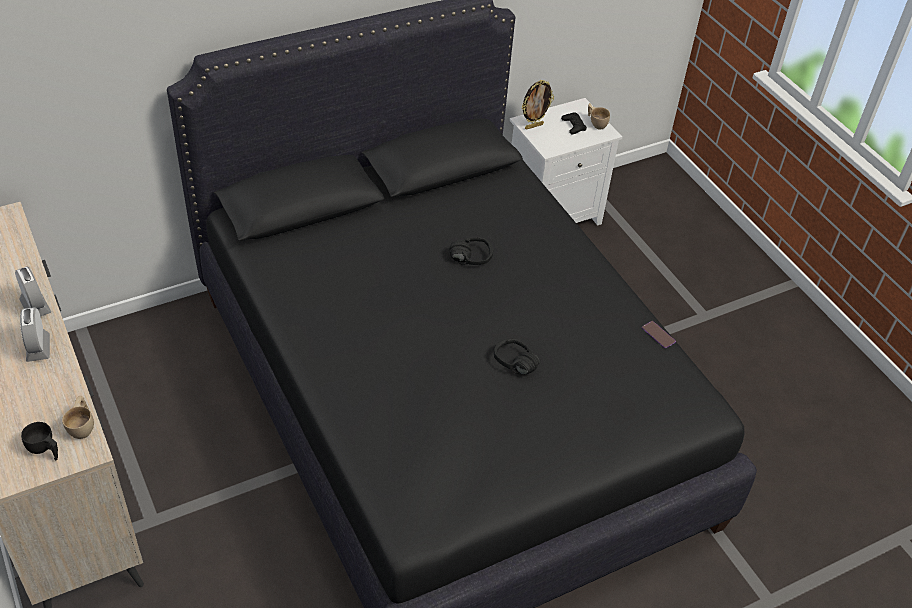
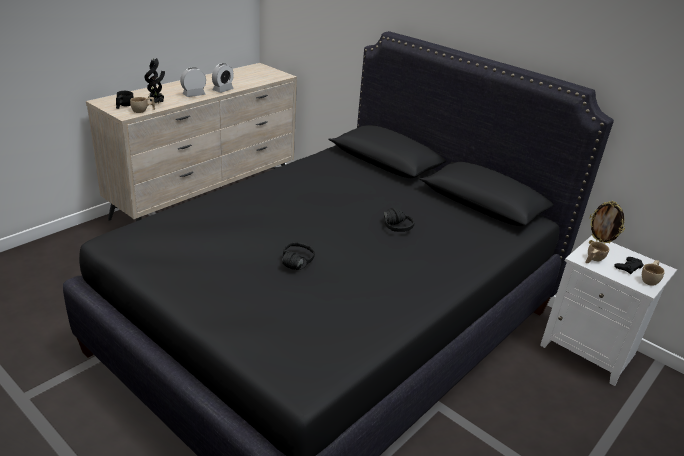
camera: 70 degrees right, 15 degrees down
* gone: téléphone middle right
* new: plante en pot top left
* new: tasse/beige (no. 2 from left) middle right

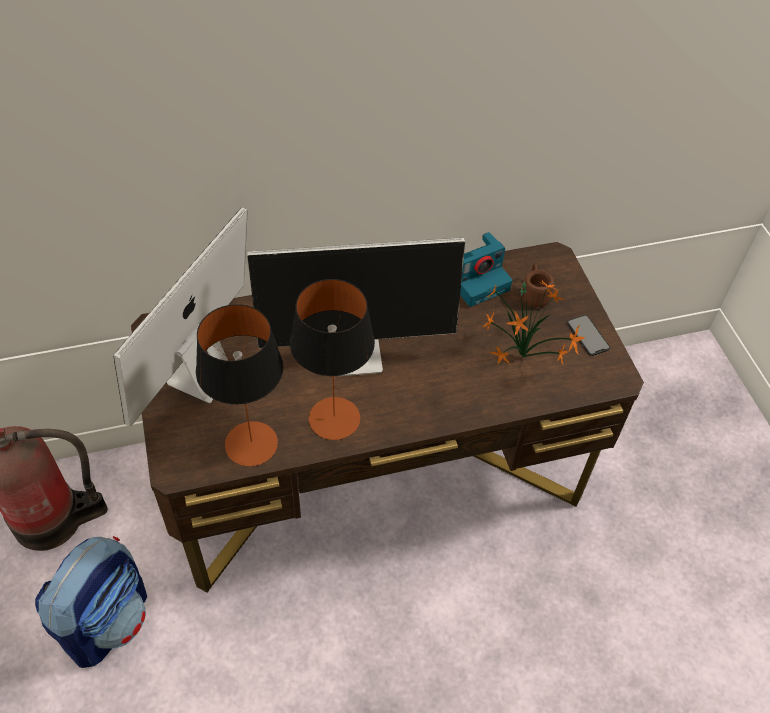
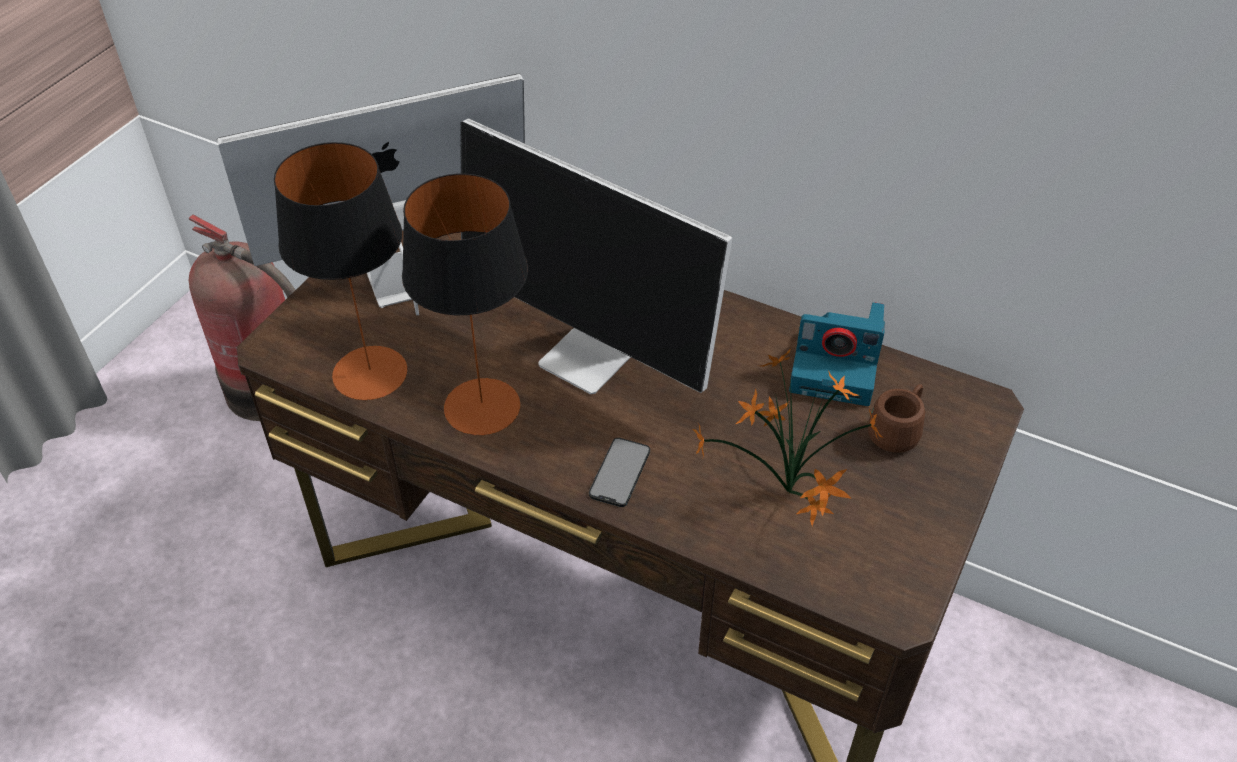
camera: 45 degrees right, 5 degrees down
* shifted: téléphone middle right to centre
* gone: sac à dos bottom left

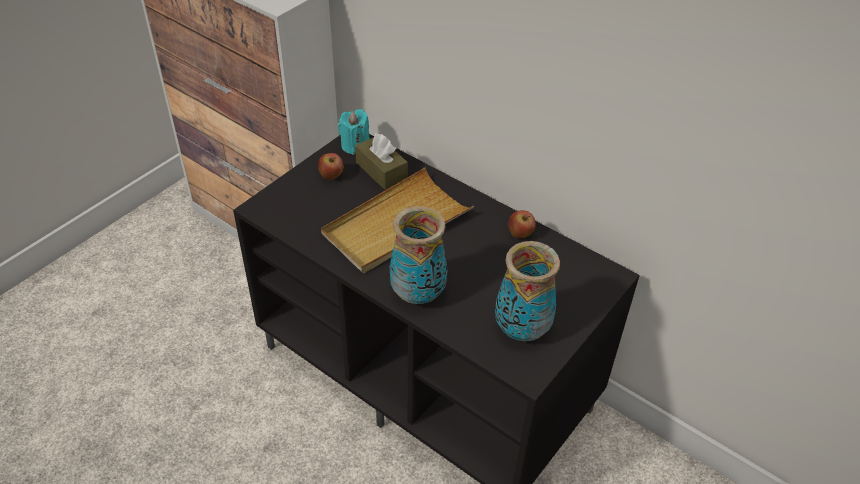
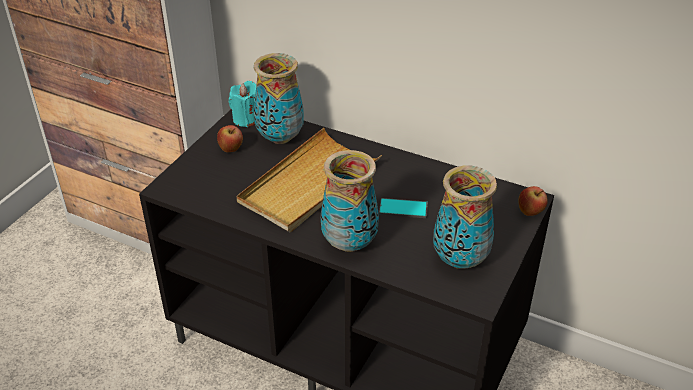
camera: 10 degrees left, 5 degrees down
* swapped: boîte à mouchoirs/marron top centre to vase (no. 1 from left) top centre
* shifted: pomme (no. 2 from left) centre to middle right
* new: téléphone centre

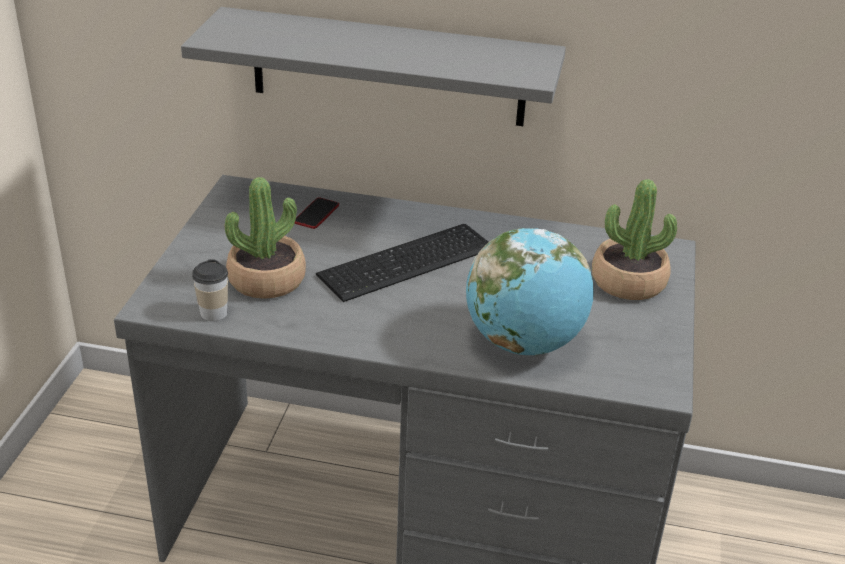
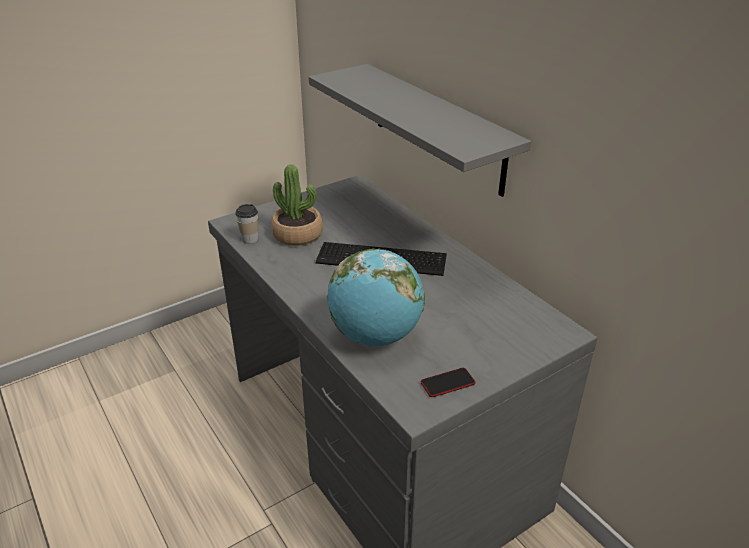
camera: 45 degrees right, 0 degrees up
* gone: plante en pot (no. 2 from left) middle right
* shifted: téléphone centre to bottom centre

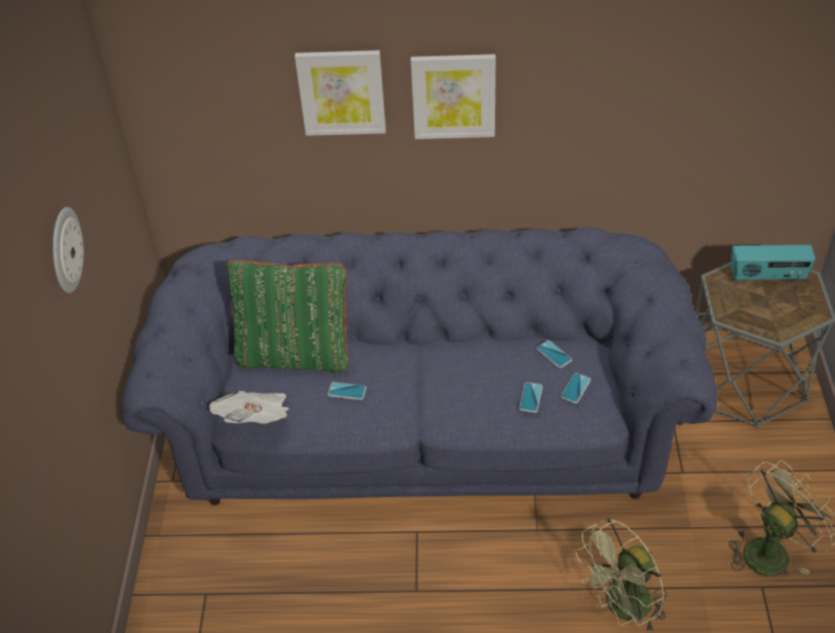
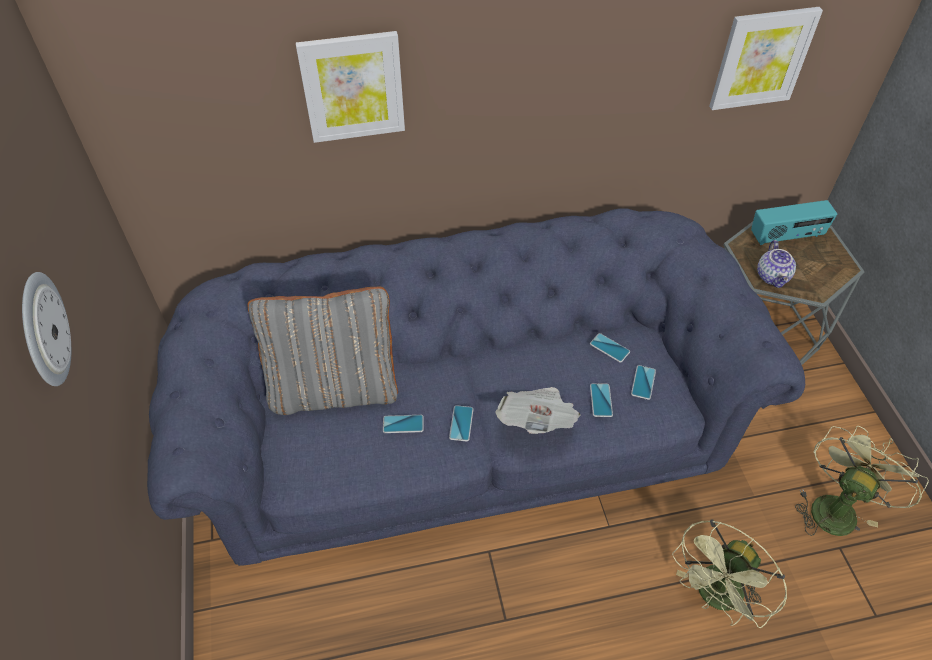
camera: 15 degrees left, 5 degrees up
* shifted: tableau (no. 2 from left) top centre to top right
* repainted: coussin/vert centre to coussin/gris centre
* shifted: journal middle left to centre
* new: théière middle right
* new: téléphone (no. 2 from left) centre

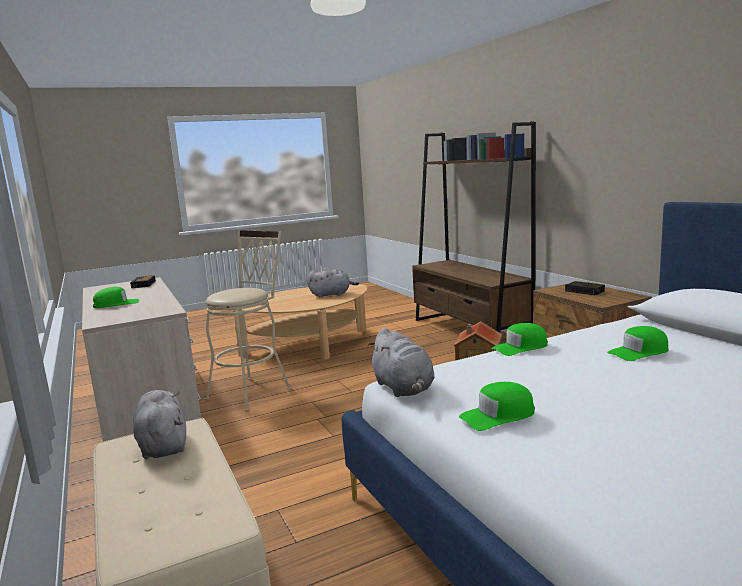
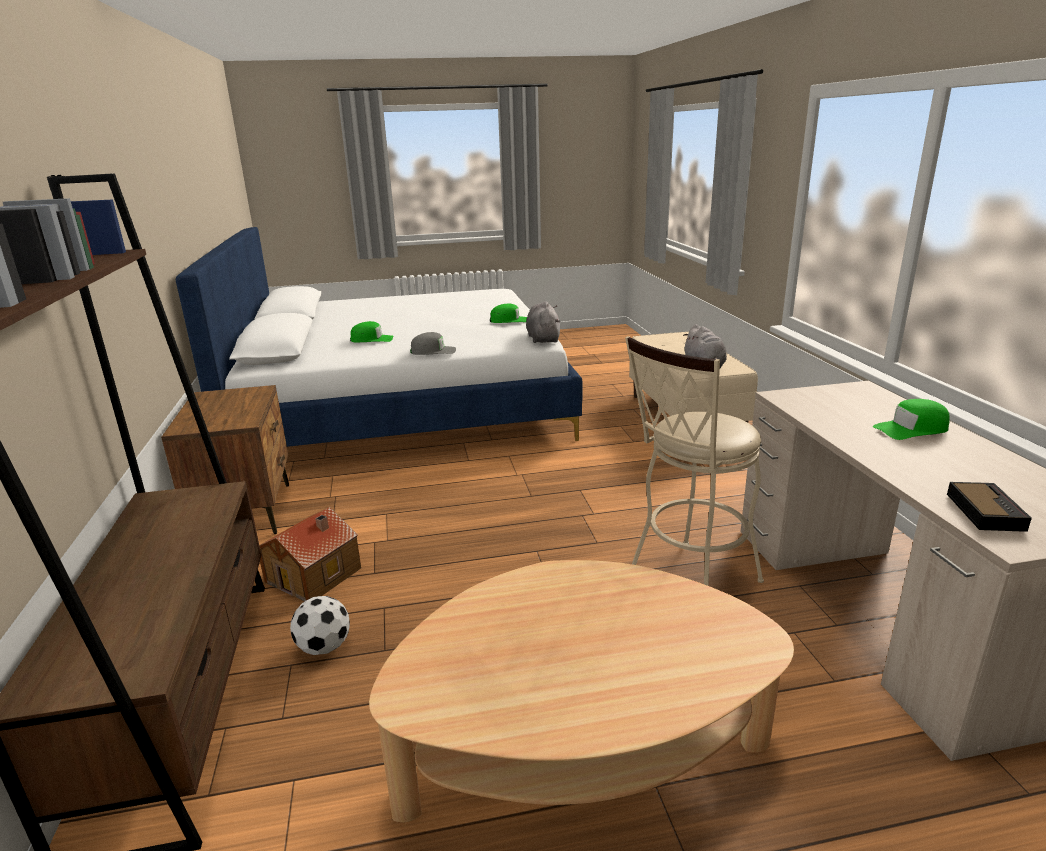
camera: 165 degrees left, 10 degrees up
* gone: peluche/gris (no. 2 from left) centre
* gone: réveil (no. 2 from left) middle right
* repainted: casquette/vert (no. 3 from left) middle right to casquette/gris centre
* new: ballon de foot bottom left

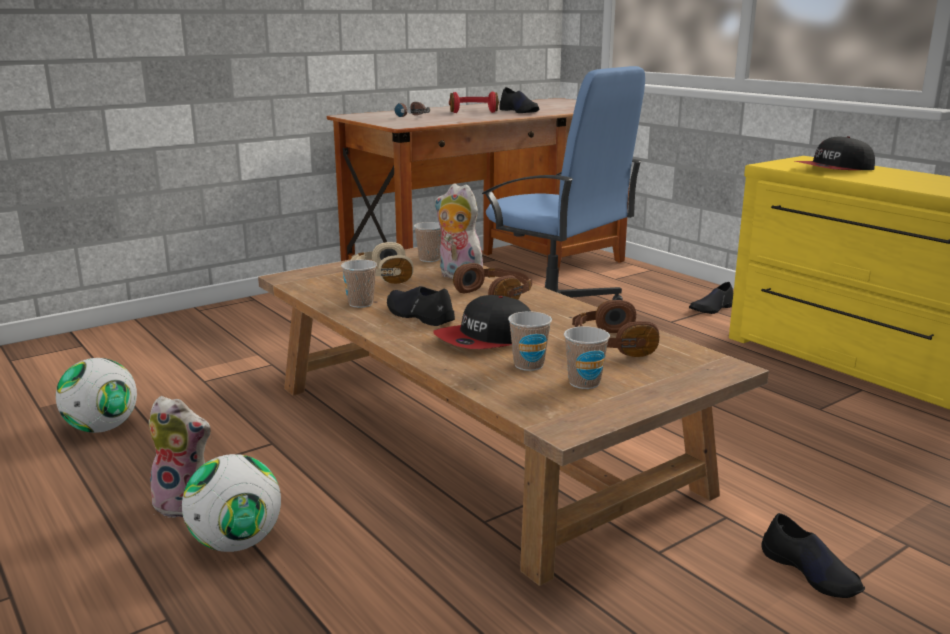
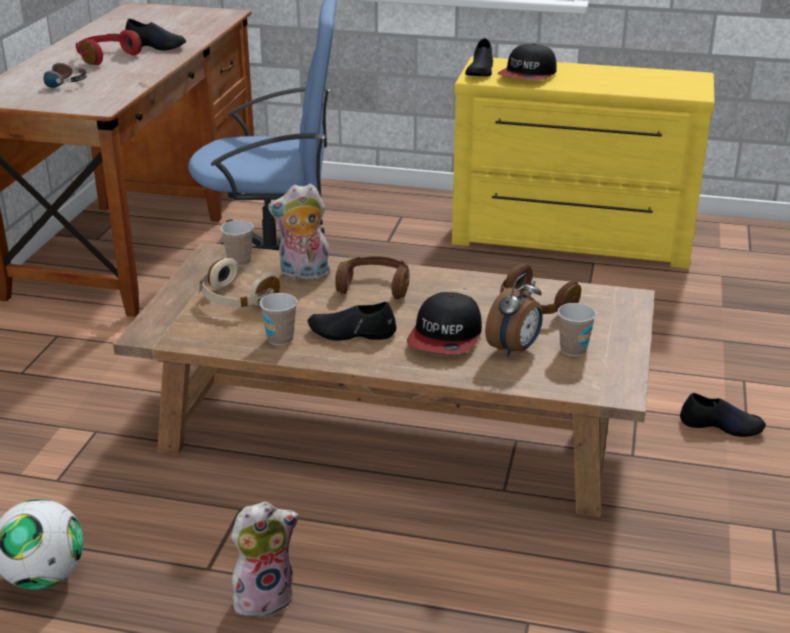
camera: 40 degrees left, 10 degrees up
* shifted: chaussure/noir (no. 3 from left) middle right to top centre
* swapped: tasse (no. 3 from left) centre to réveil centre
* gone: ballon de foot (no. 2 from left) bottom left

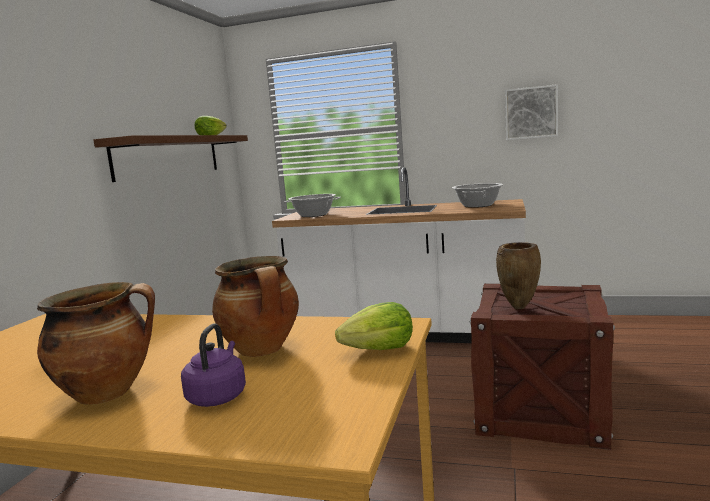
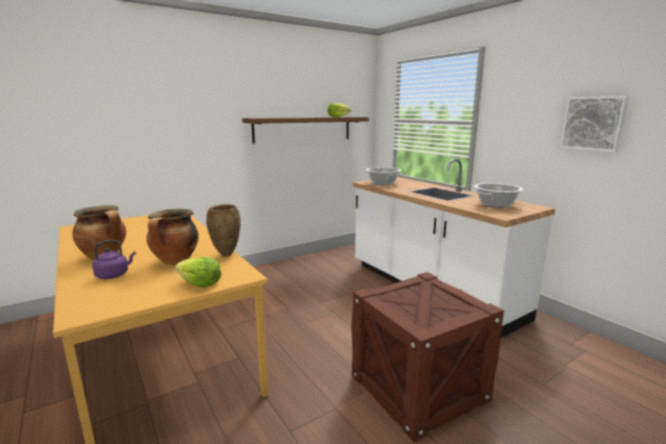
camera: 40 degrees right, 5 degrees up
* shifted: vase/marron middle right to centre

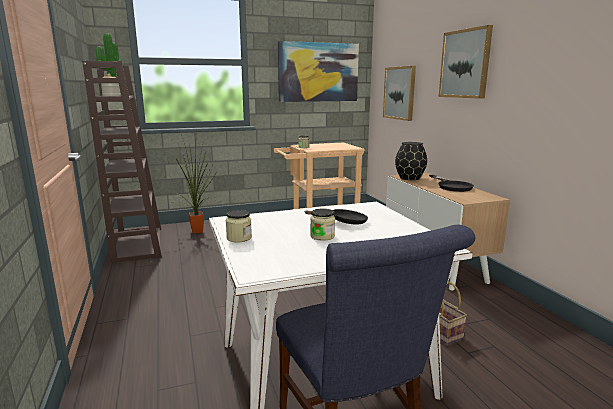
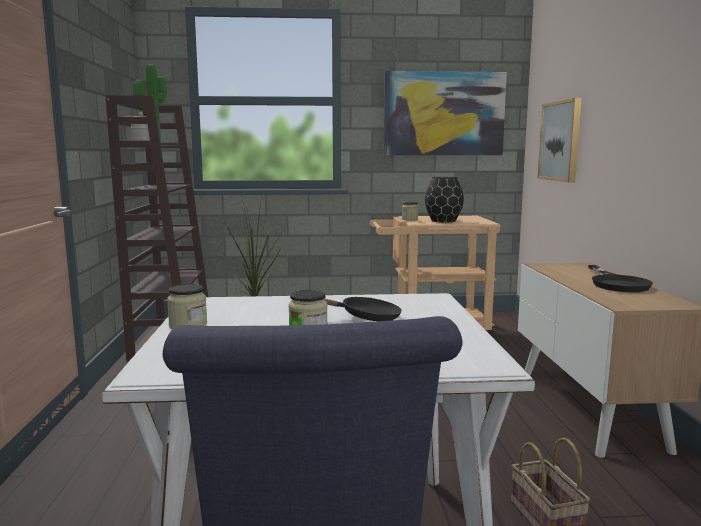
camera: 15 degrees right, 5 degrees down
* gone: tableau (no. 3 from left) top right
* shifted: vase/noir middle right to centre

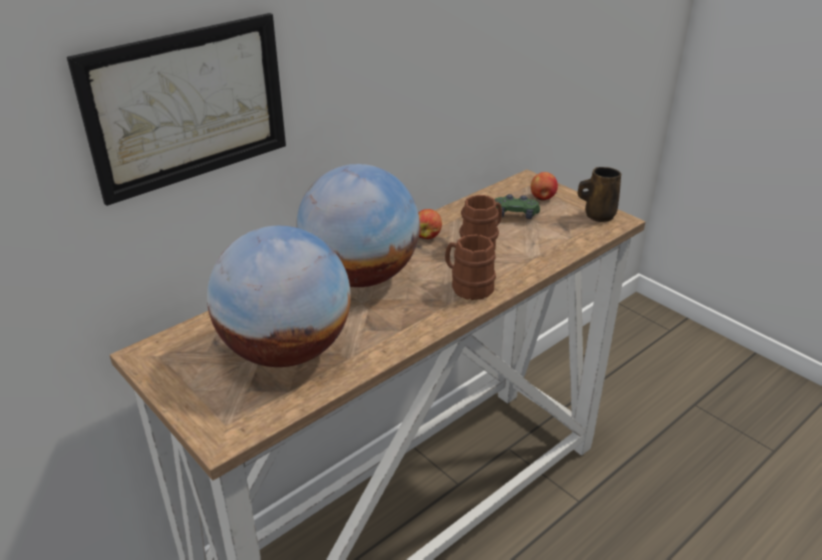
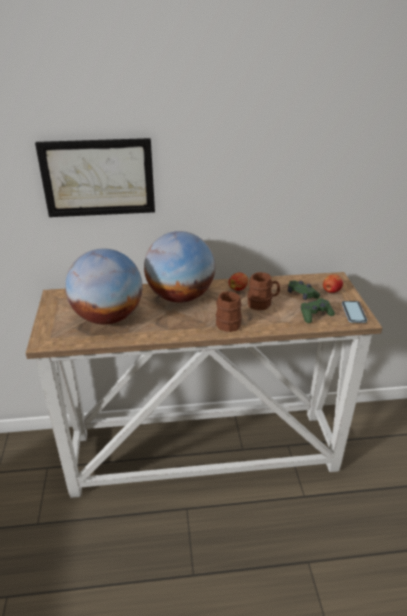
camera: 35 degrees right, 0 degrees up
* swapped: mug/marron (no. 3 from left) middle right to téléphone middle right
* new: manette/vert (no. 2 from left) middle right

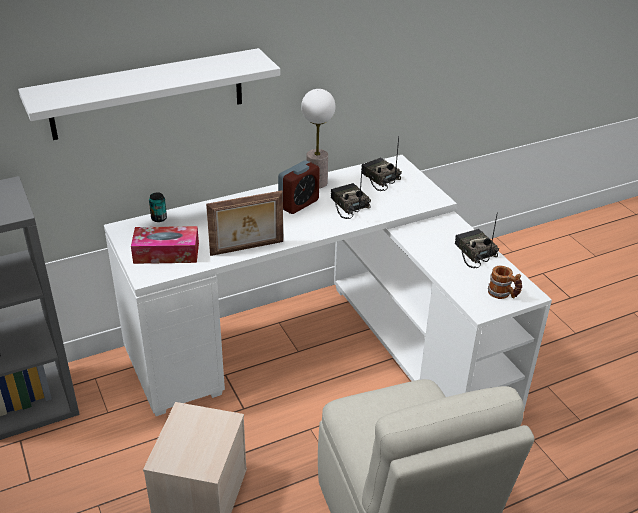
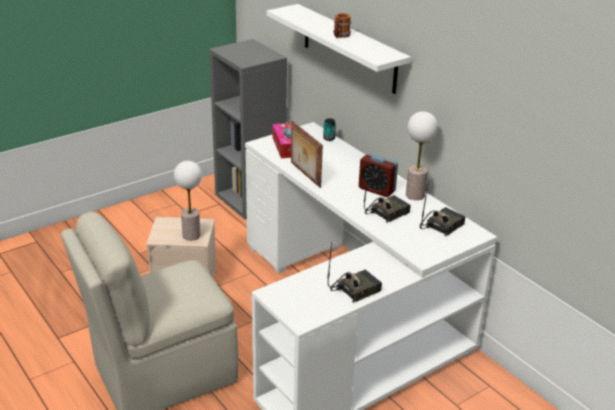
camera: 80 degrees right, 5 degrees down
* shifted: mug middle right to top centre
* new: lampe de table (no. 1 from left) middle left

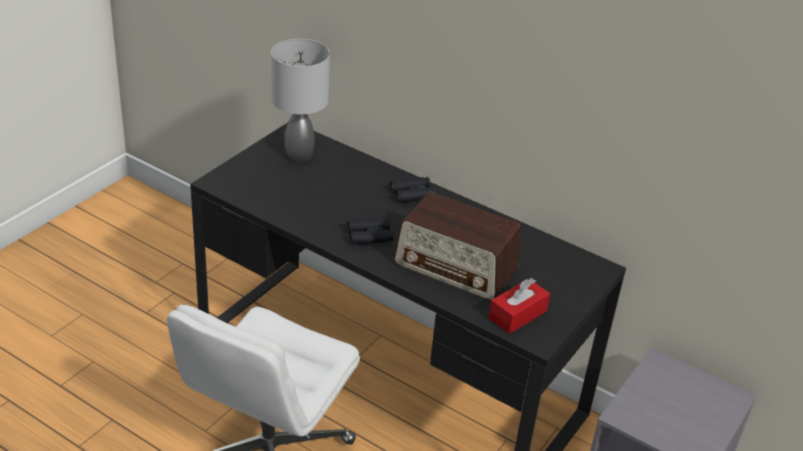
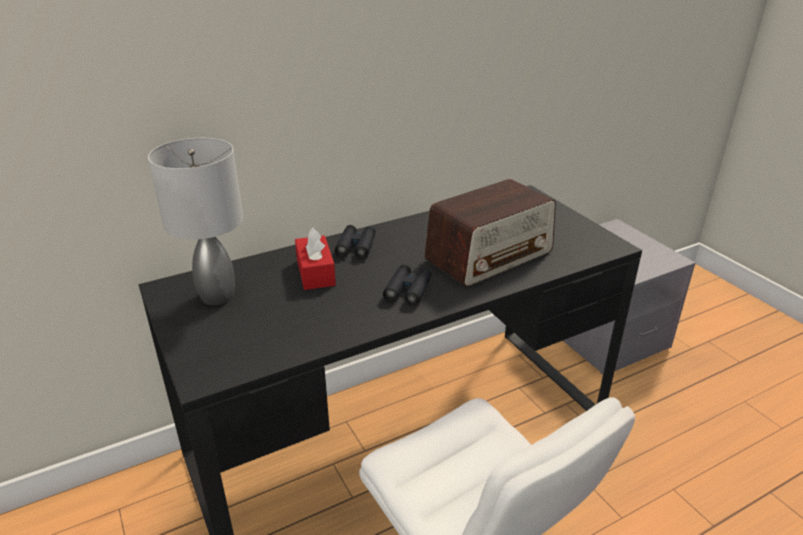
camera: 60 degrees left, 5 degrees down
* shifted: boîte à mouchoirs/rouge bottom centre to centre

